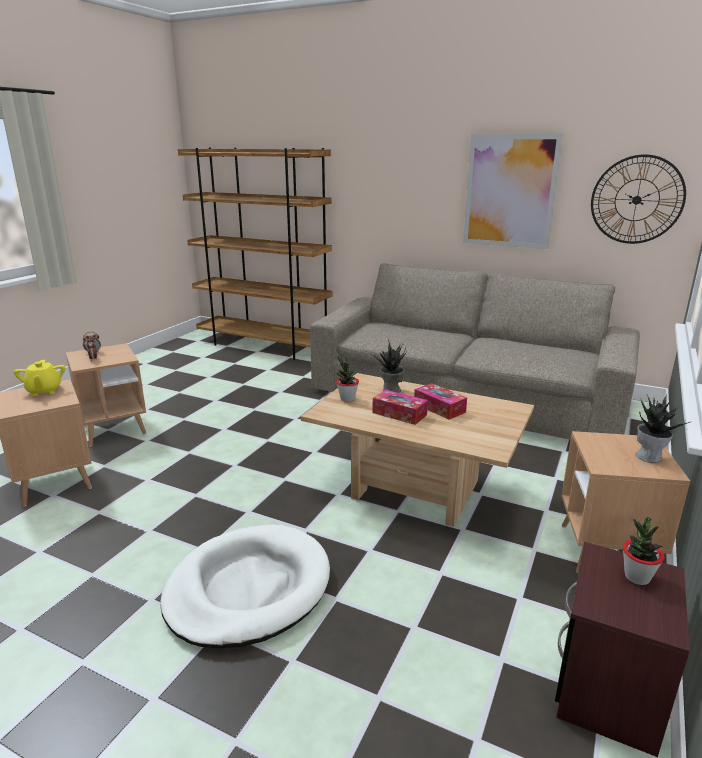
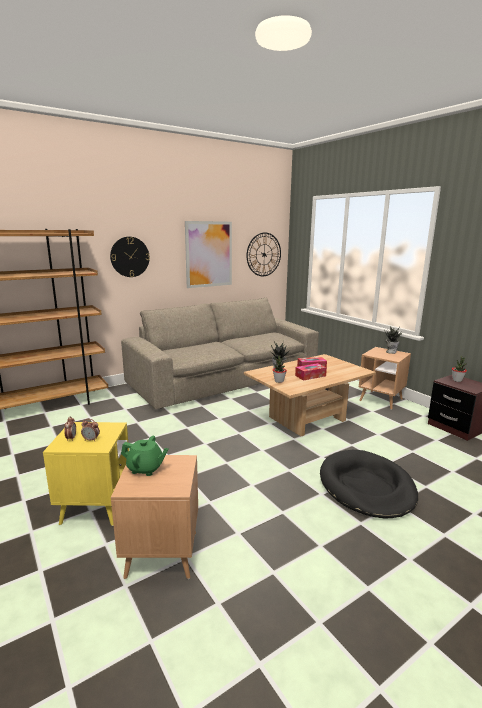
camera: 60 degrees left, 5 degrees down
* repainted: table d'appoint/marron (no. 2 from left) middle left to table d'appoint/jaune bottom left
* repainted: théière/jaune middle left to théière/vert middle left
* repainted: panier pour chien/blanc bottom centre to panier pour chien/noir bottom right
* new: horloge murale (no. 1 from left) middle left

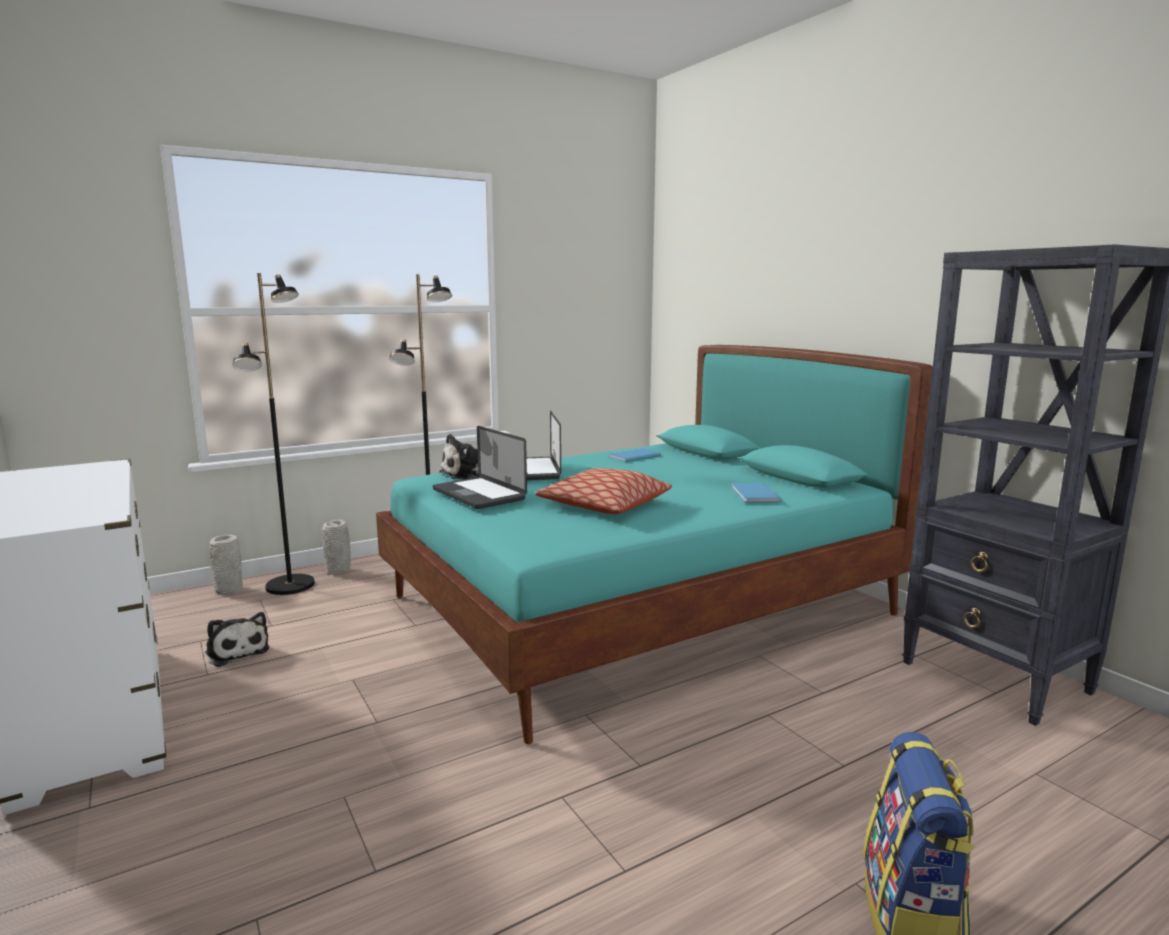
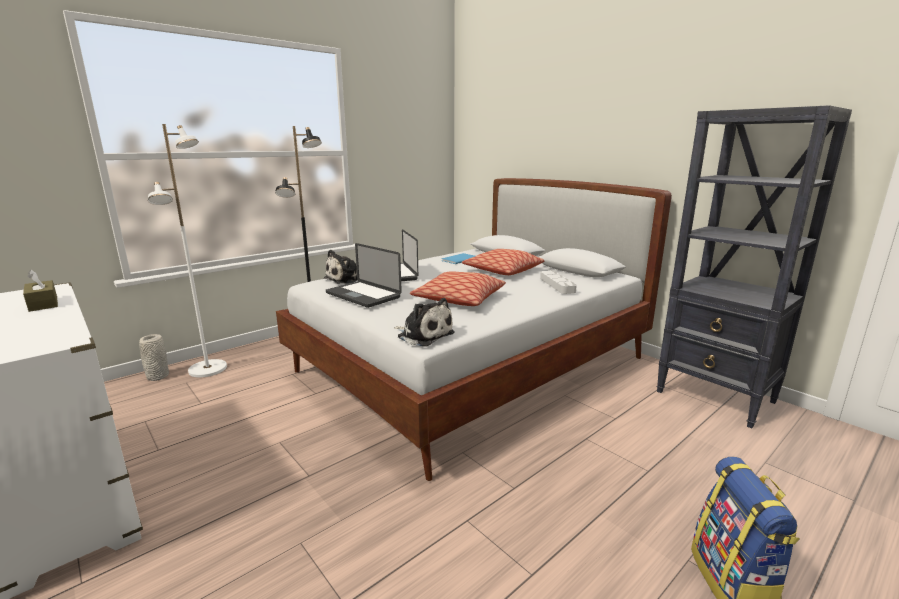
camera: 10 degrees left, 5 degrees up
* repainted: lampadaire/noir (no. 1 from left) middle left to lampadaire/blanc middle left
* repainted: lit/turquoise centre to lit/blanc centre
* swapped: livre/bleu (no. 2 from left) centre to plateau/gris centre
* gone: vase/gris (no. 2 from left) middle left
* shifted: peluche (no. 1 from left in the first image) bottom left to peluche (no. 2 from left) centre
* new: coussin (no. 2 from left) centre
* new: boîte à mouchoirs/marron middle left

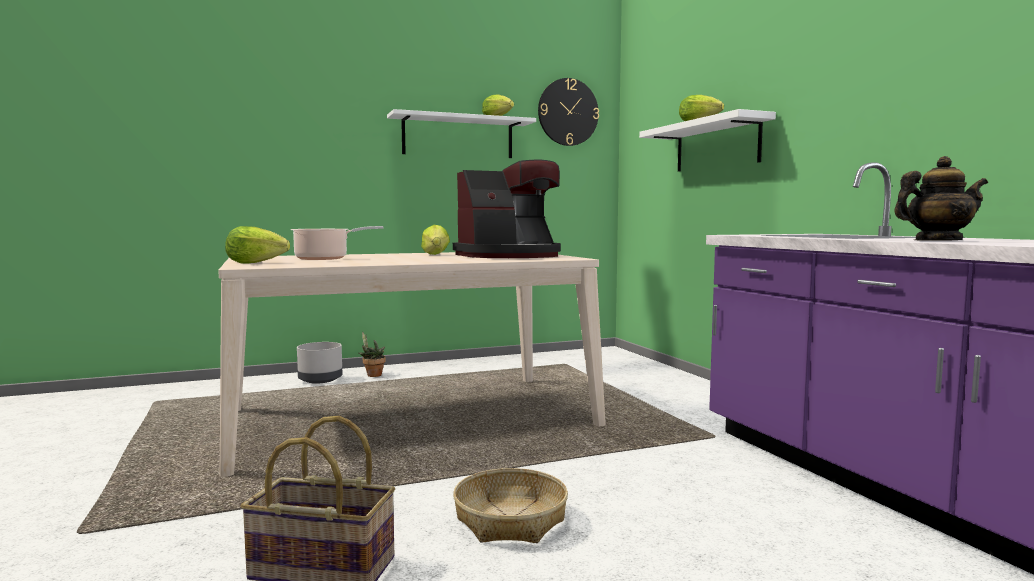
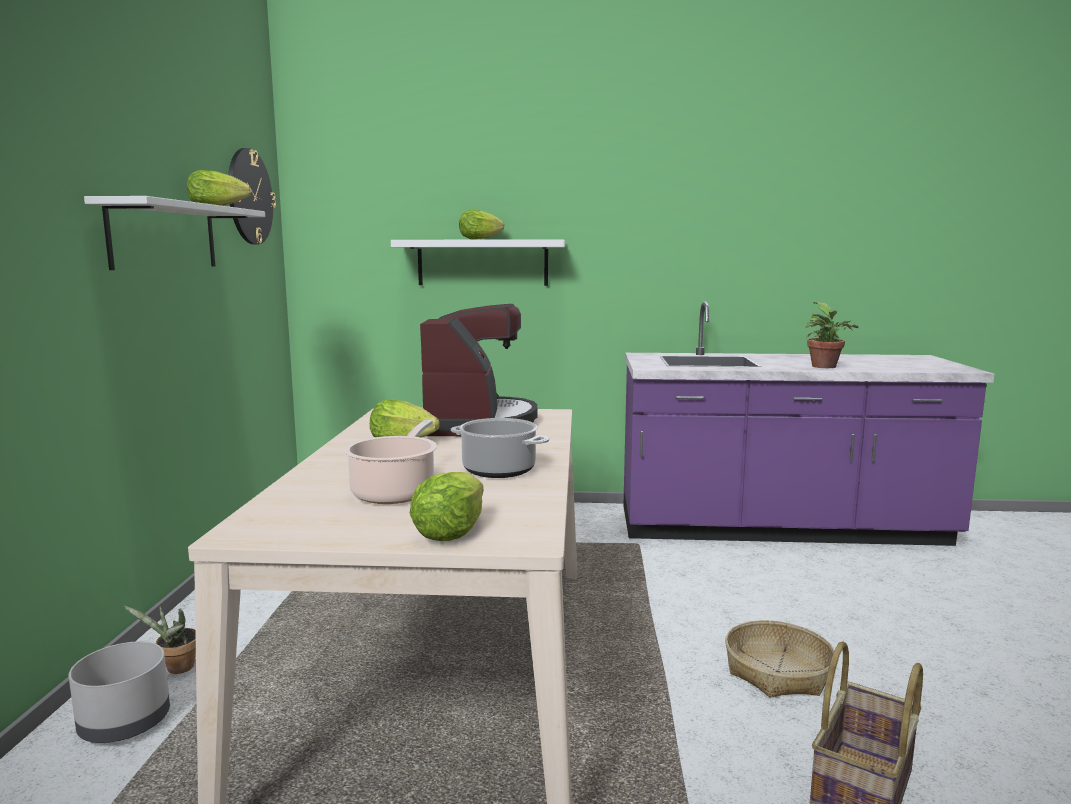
camera: 65 degrees left, 5 degrees up
* swapped: théière middle right to plante en pot (no. 2 from left) middle right
* new: marmite (no. 2 from left) centre

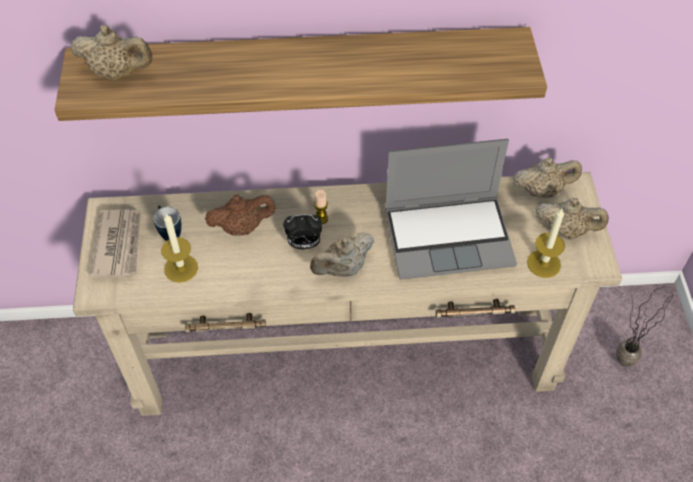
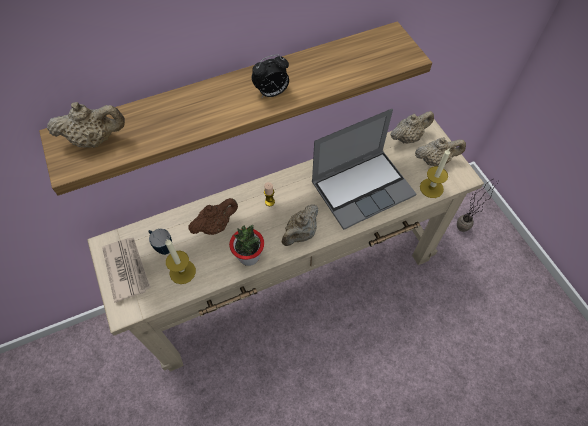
camera: 20 degrees left, 5 degrees up
* shifted: réveil centre to top centre
* new: plante en pot (no. 1 from left) centre

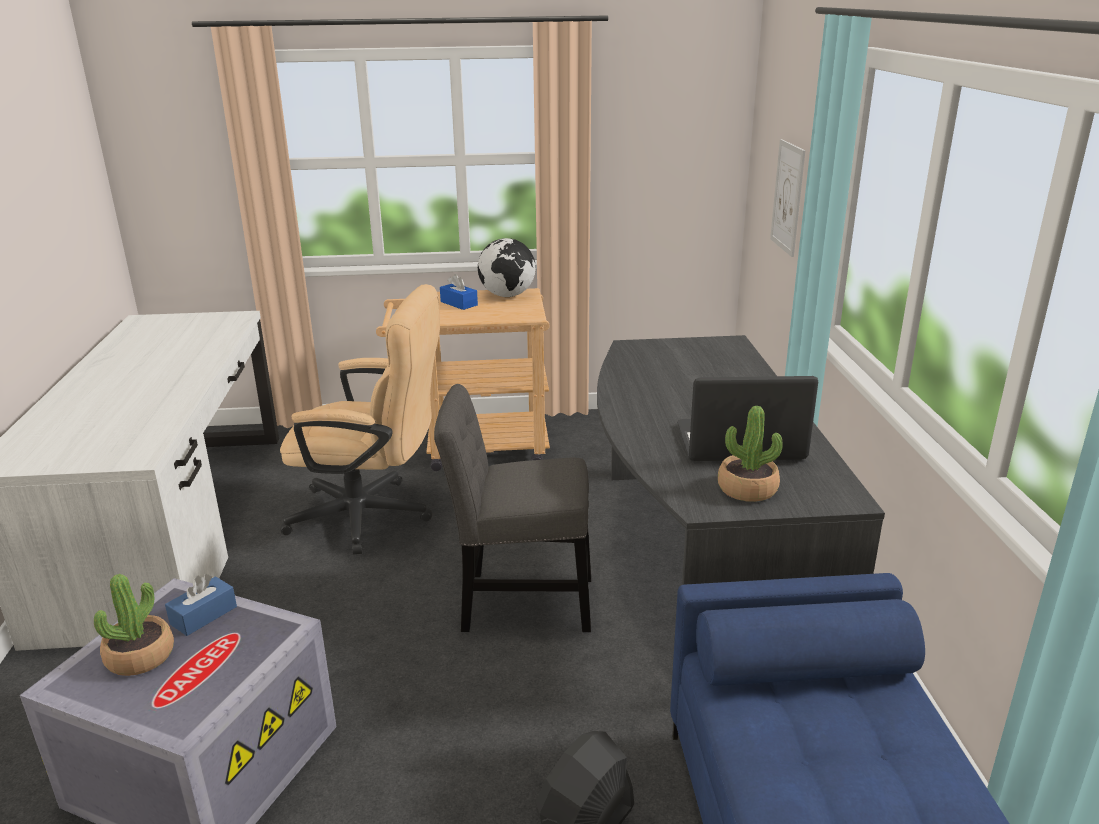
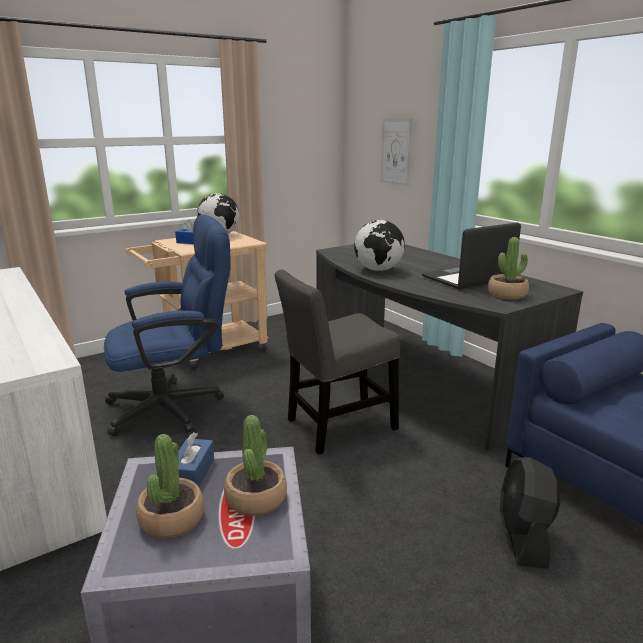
camera: 30 degrees left, 5 degrees down
* repainted: chaise de bureau/beige middle left to chaise de bureau/bleu middle left
* new: globe (no. 2 from left) centre
* new: plante en pot (no. 2 from left) bottom centre

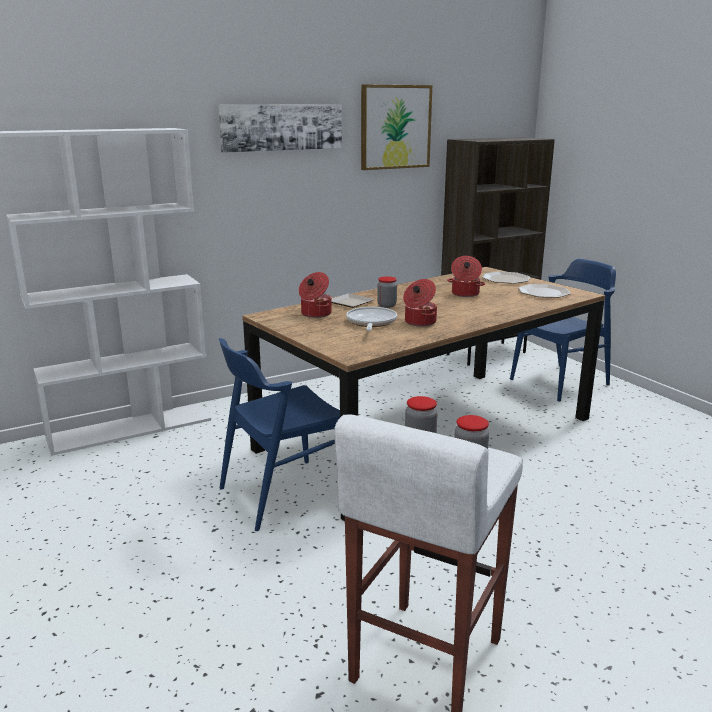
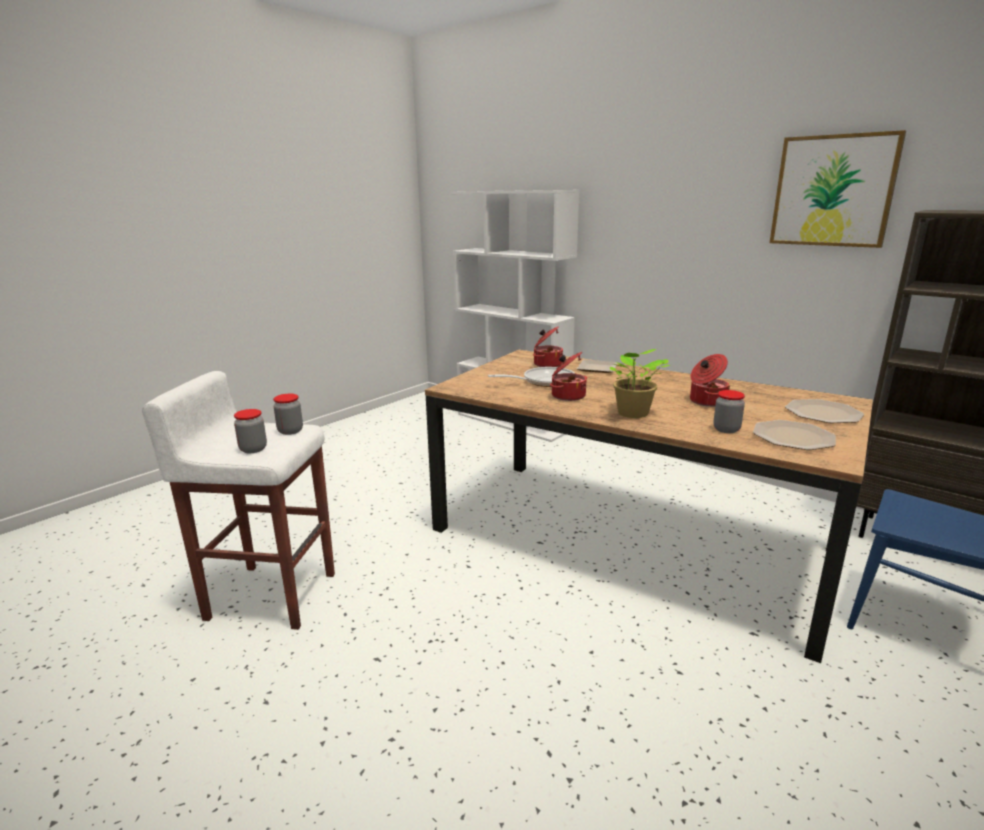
camera: 70 degrees right, 0 degrees up
* gone: tableau (no. 1 from left) top centre
* shifted: bocal (no. 1 from left in the first image) centre to bocal (no. 3 from left) middle right
* gone: chaise/bleu (no. 1 from left) centre
* new: plante en pot centre

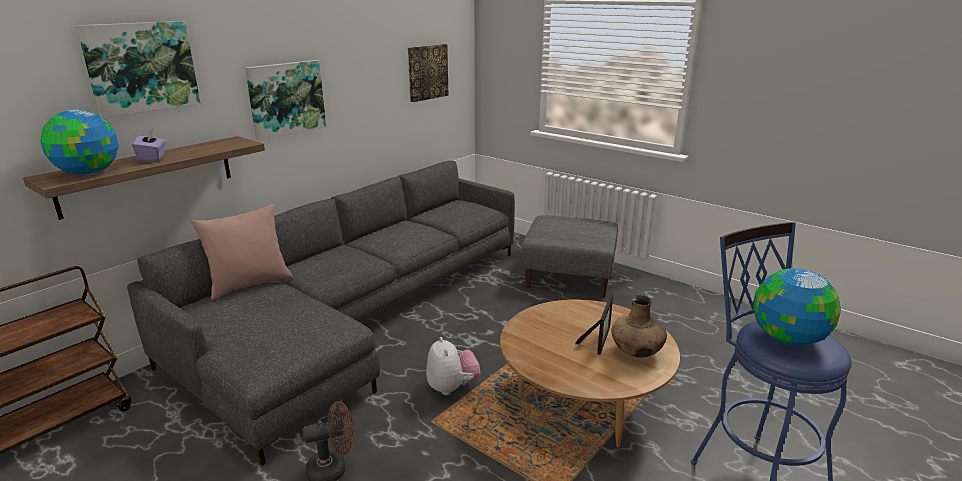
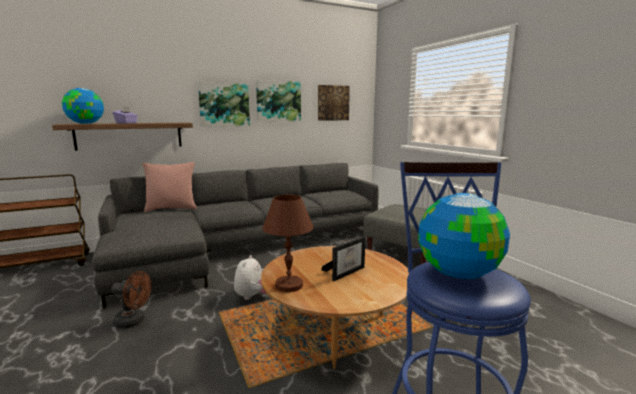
camera: 25 degrees right, 10 degrees down
* shifted: tableau (no. 1 from left in the first image) top left to tableau (no. 2 from left) top centre
* gone: vase/marron bottom centre
* new: lampe de table/marron centre

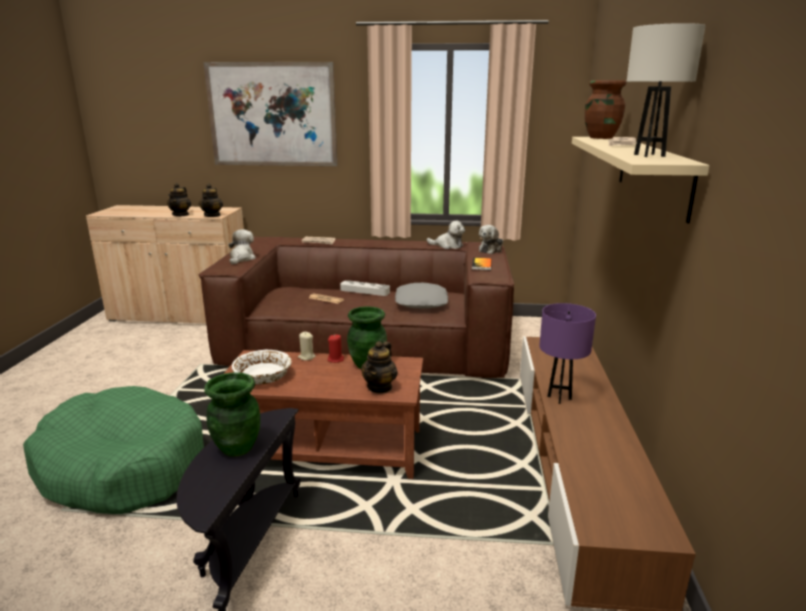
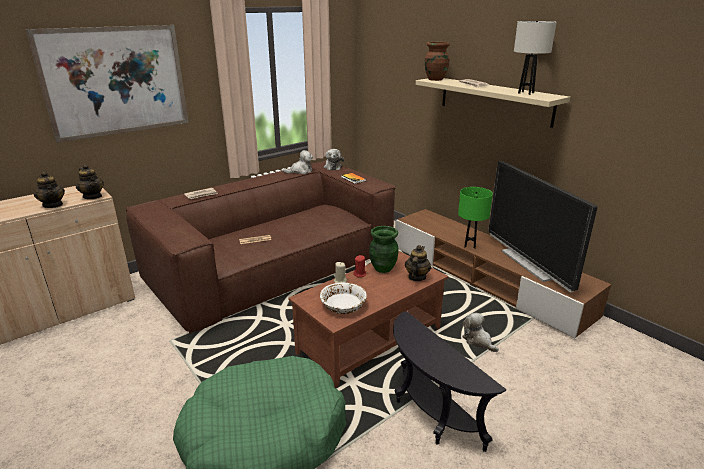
camera: 45 degrees left, 5 degrees up
* shifted: peluche (no. 1 from left in the first image) middle left to peluche (no. 3 from left) bottom right
* gone: plateau/gris centre
* gone: coussin/gris centre
* repainted: lampe de table/violet middle right to lampe de table/vert middle right
* rotated: théière (no. 3 from left) centre = centre 135 degrees counterclockwise
* gone: vase/vert (no. 1 from left) bottom left
* new: téléviseur middle right

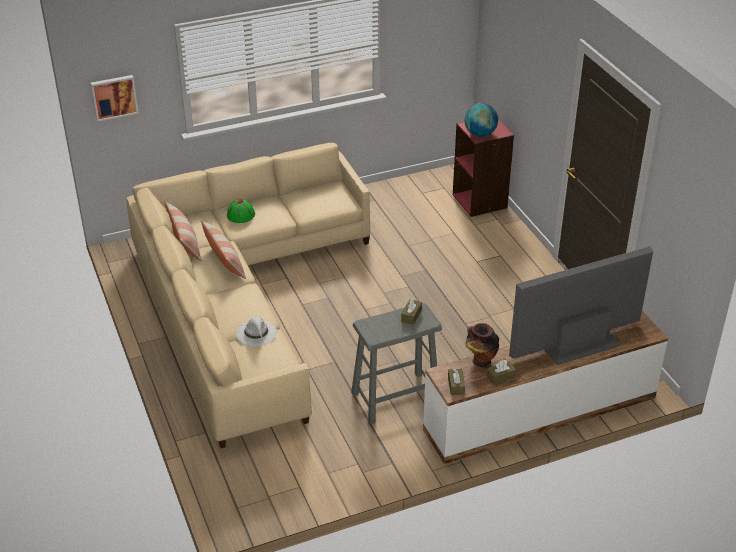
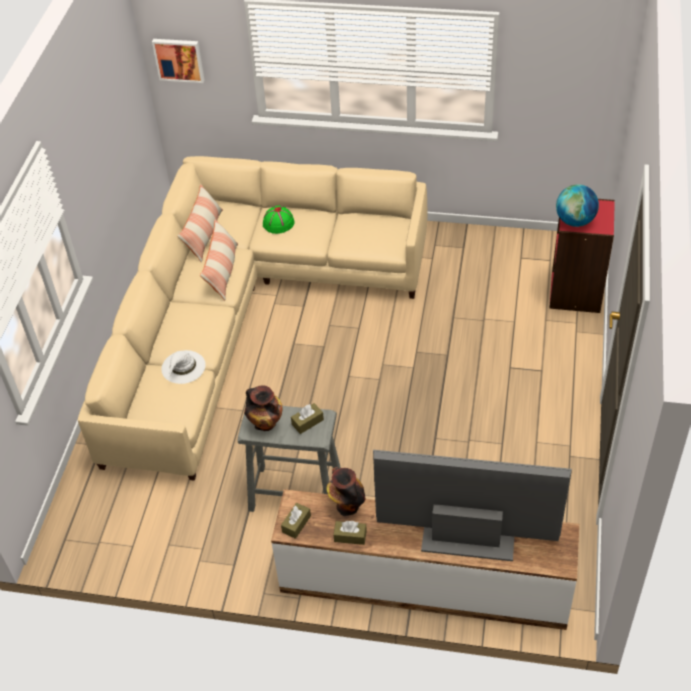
camera: 35 degrees right, 10 degrees up
* new: vase (no. 1 from left) centre

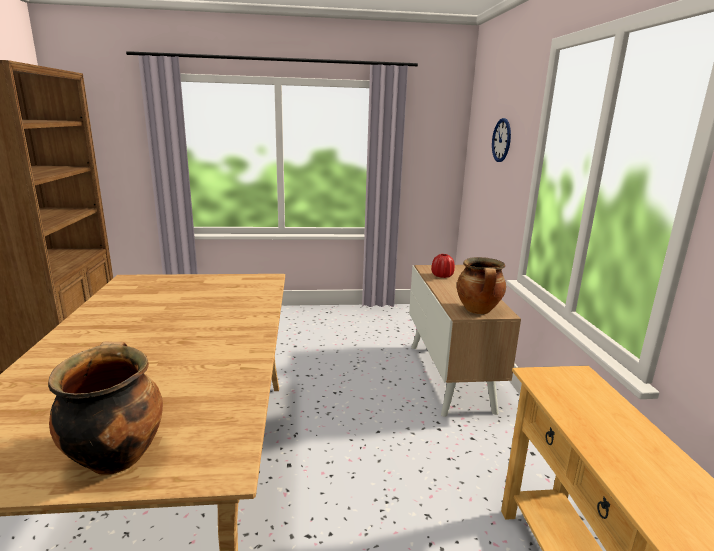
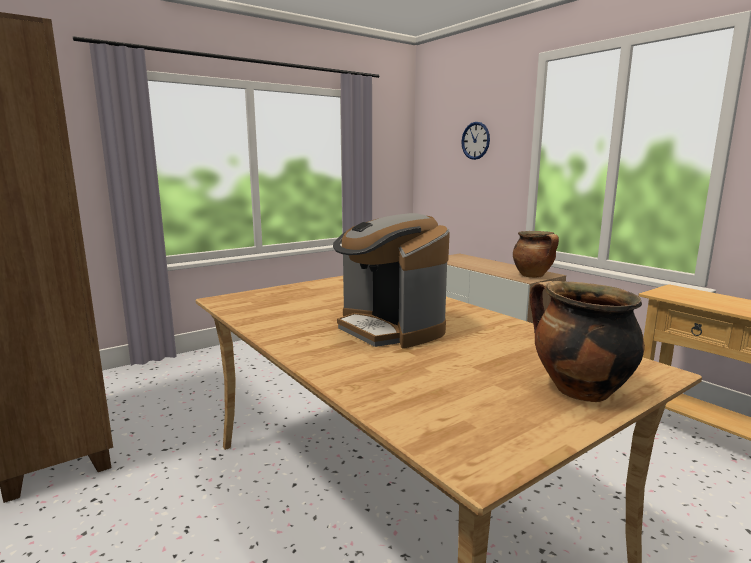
camera: 30 degrees left, 5 degrees down
* gone: vase/rouge centre
* new: machine à café centre

